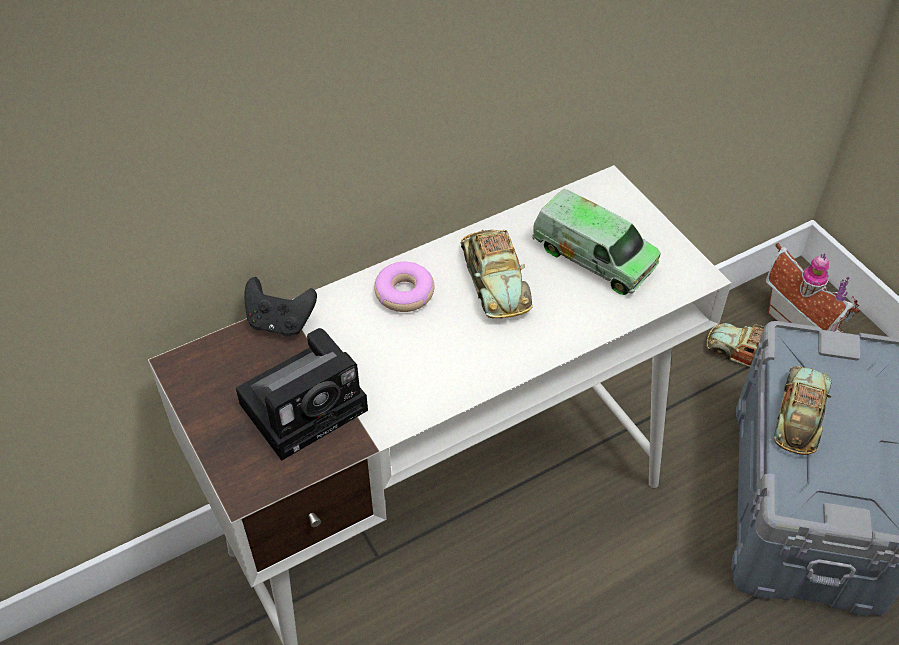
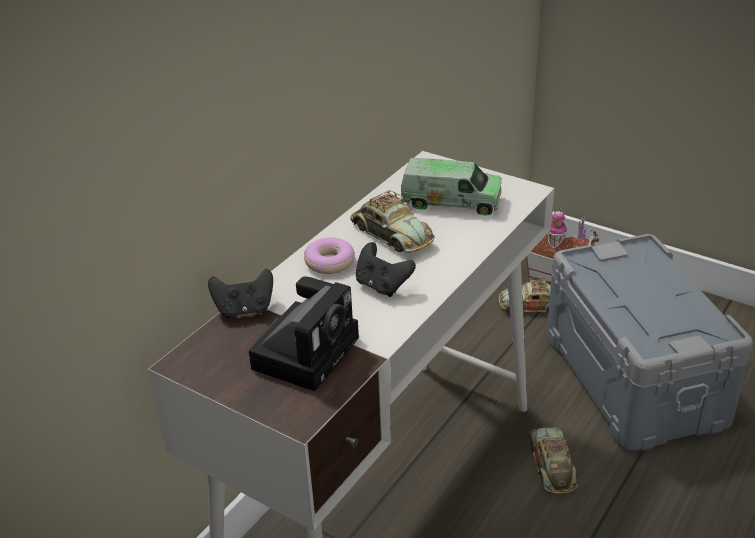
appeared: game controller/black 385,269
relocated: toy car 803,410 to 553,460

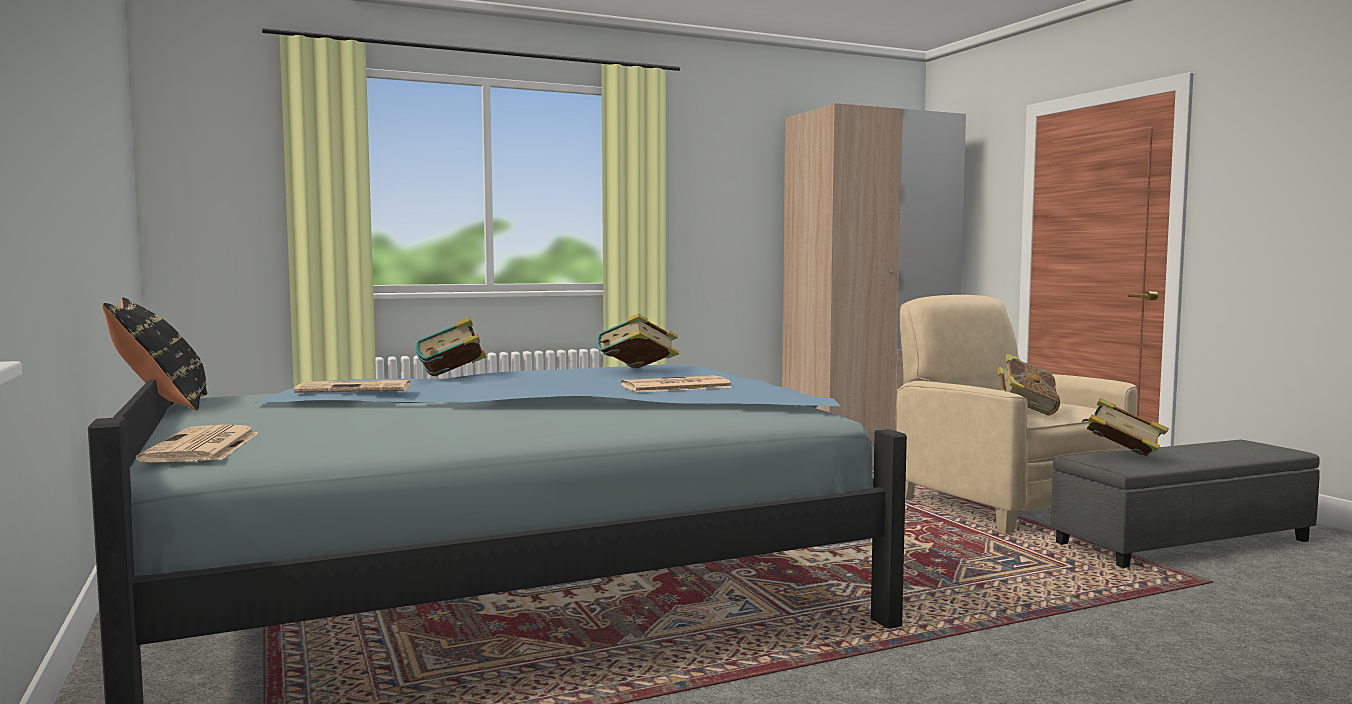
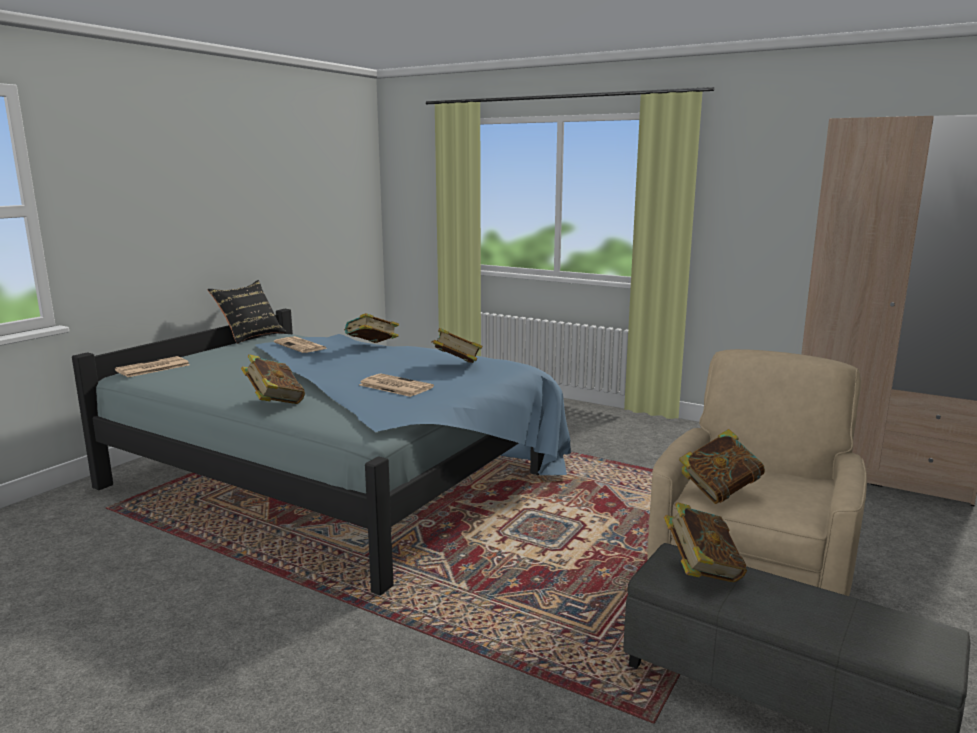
appeared: book 273,379

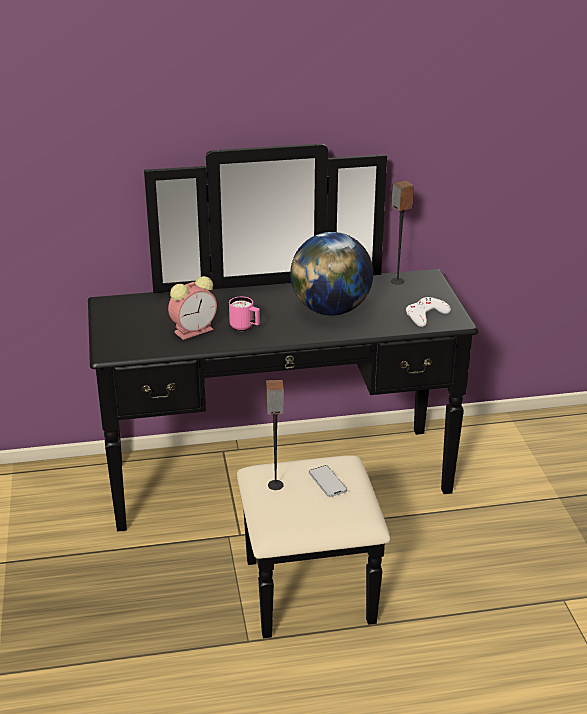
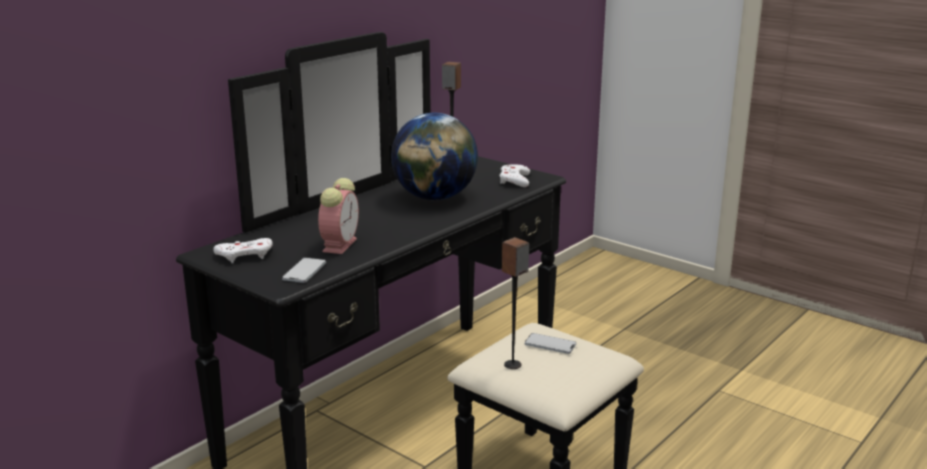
missing: mug/pink 244,314
appeared: game controller/white 243,250; phone 304,270

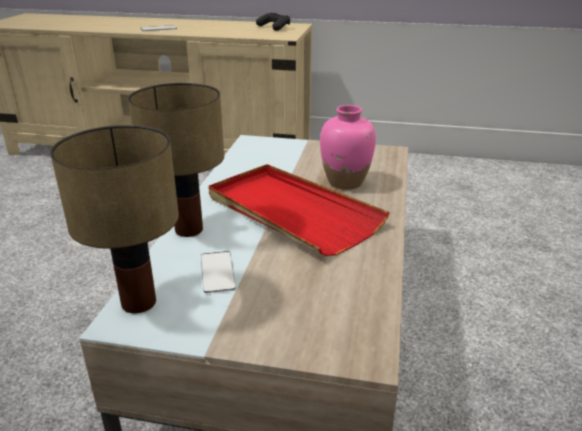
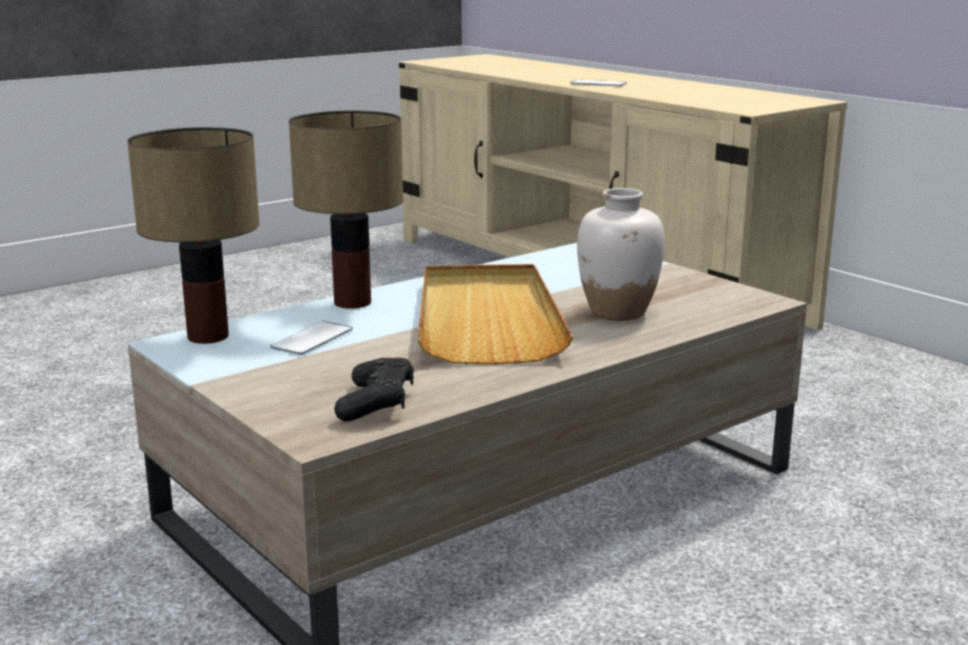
relocated: game controller/black 273,22 to 374,390
colour: vase/pink 348,147 to vase/white 621,254; tray/red 299,210 to tray/beige 495,314

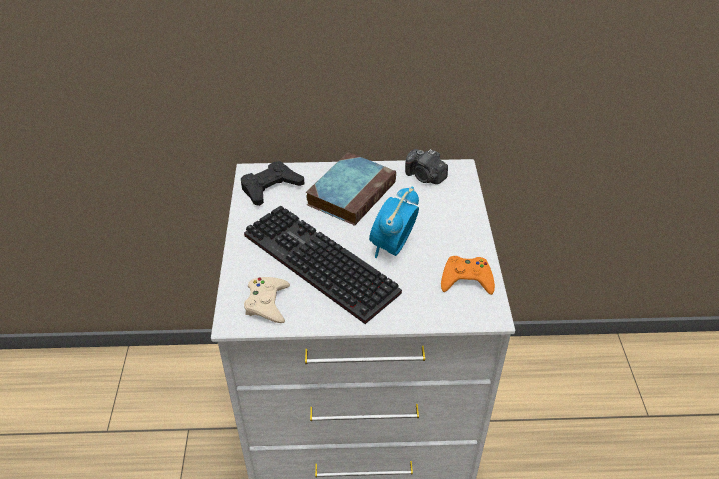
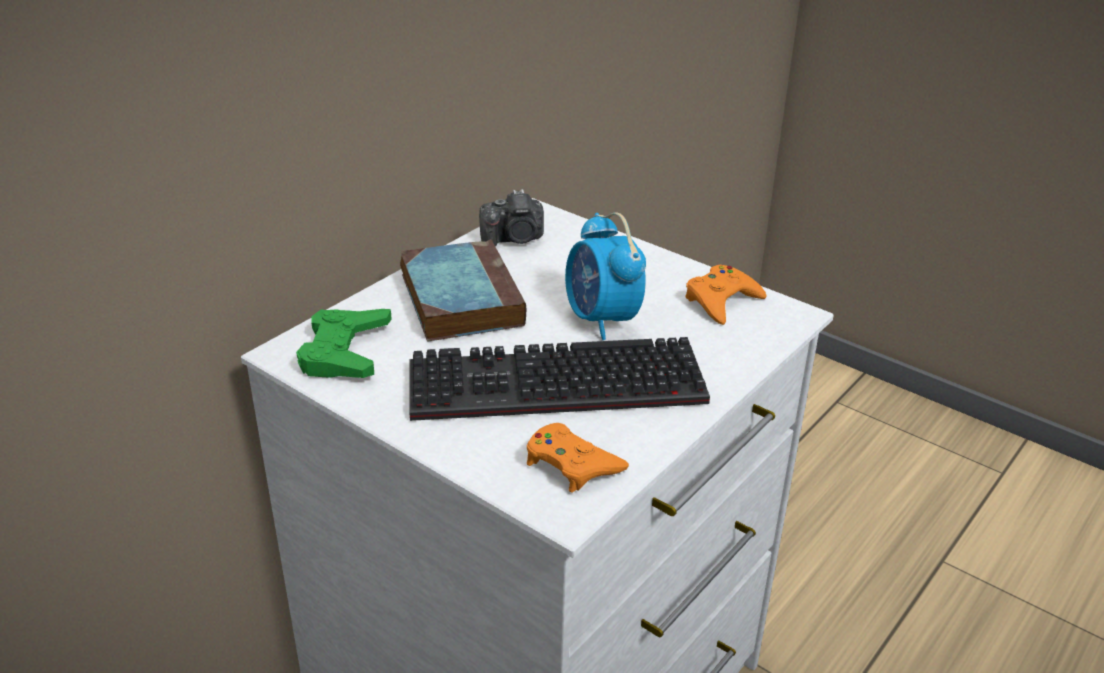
colour: game controller/black 273,183 to game controller/green 344,343; game controller/beige 267,300 to game controller/orange 578,458

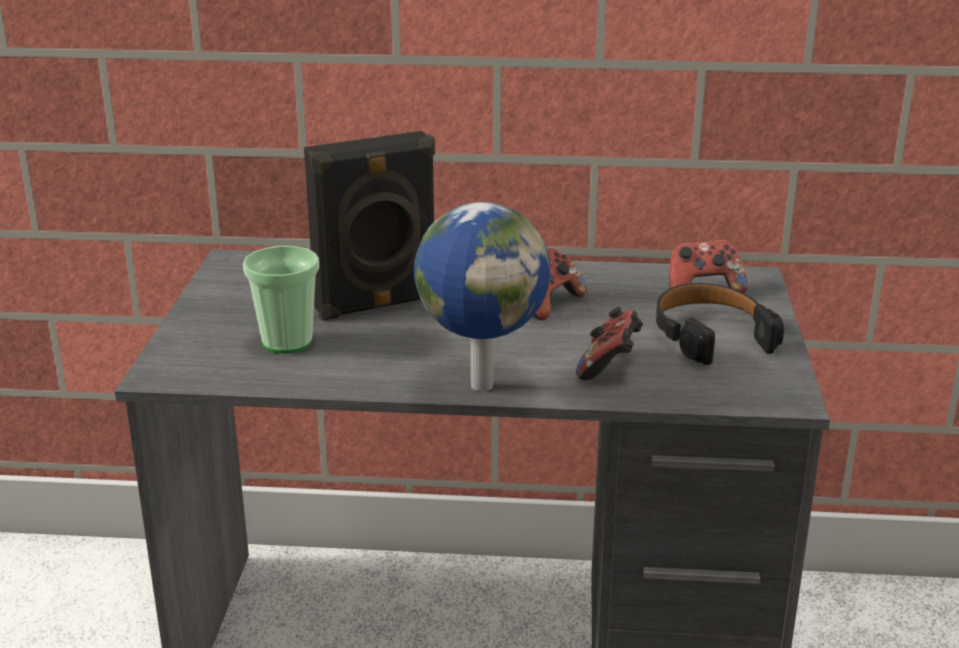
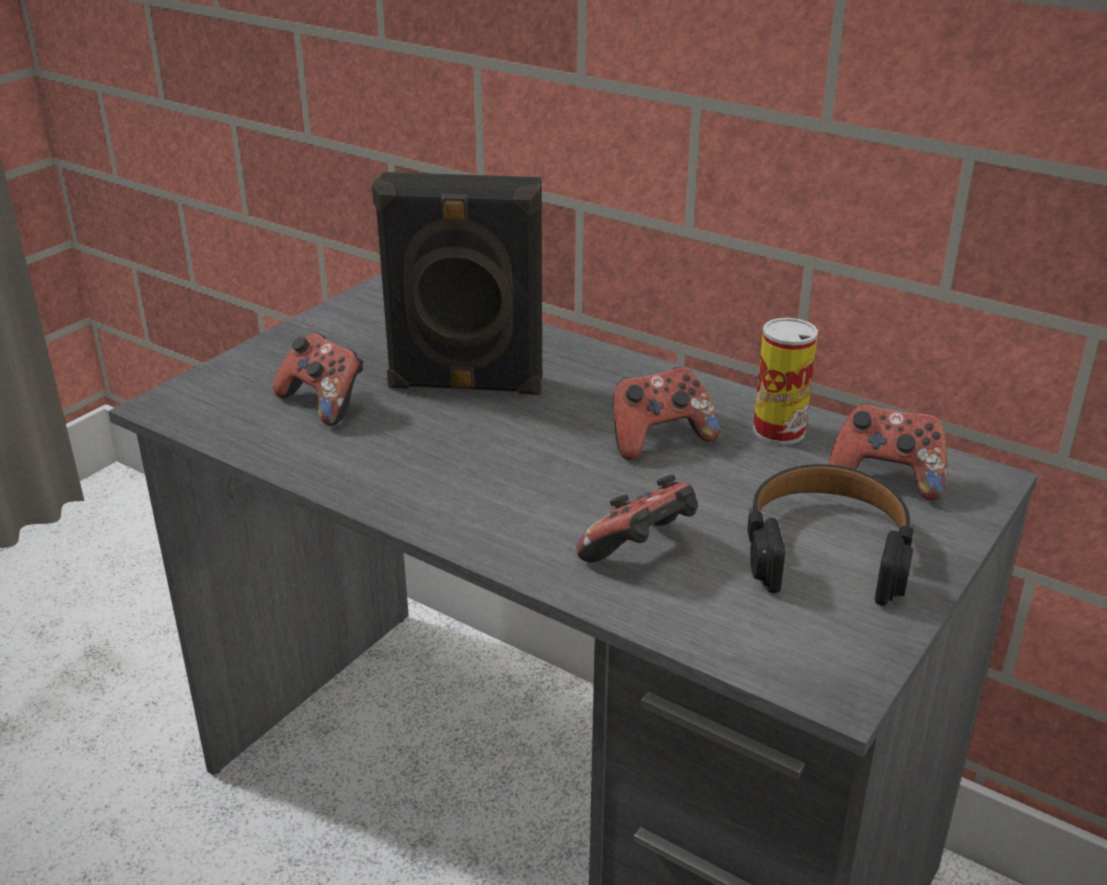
missing: globe 482,296
appeared: can 785,381
exchanged: cup 281,300 to game controller 318,379

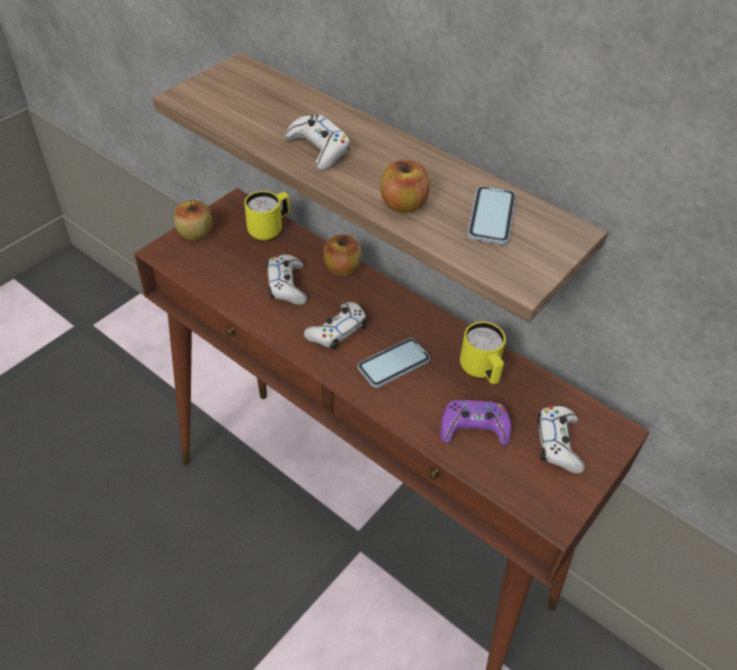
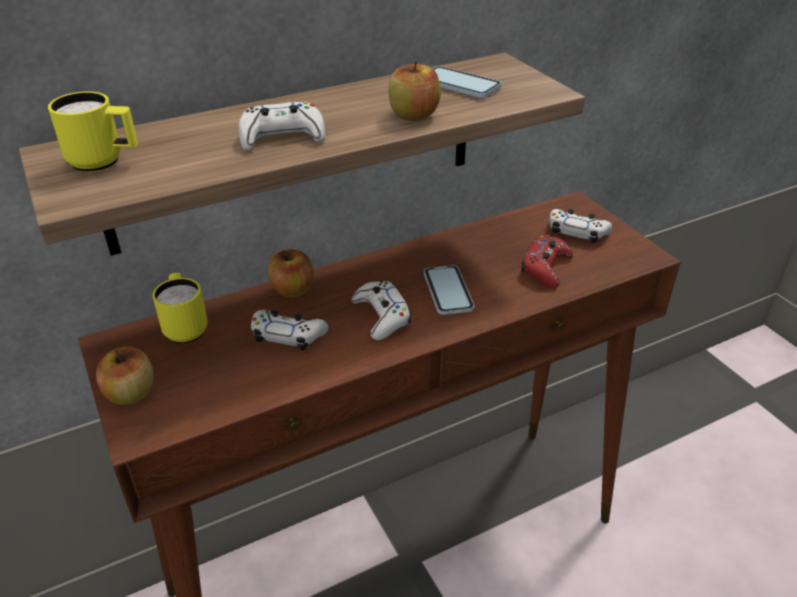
relocated: mug/yellow 483,353 to 93,131
colour: game controller/purple 475,423 to game controller/red 547,262

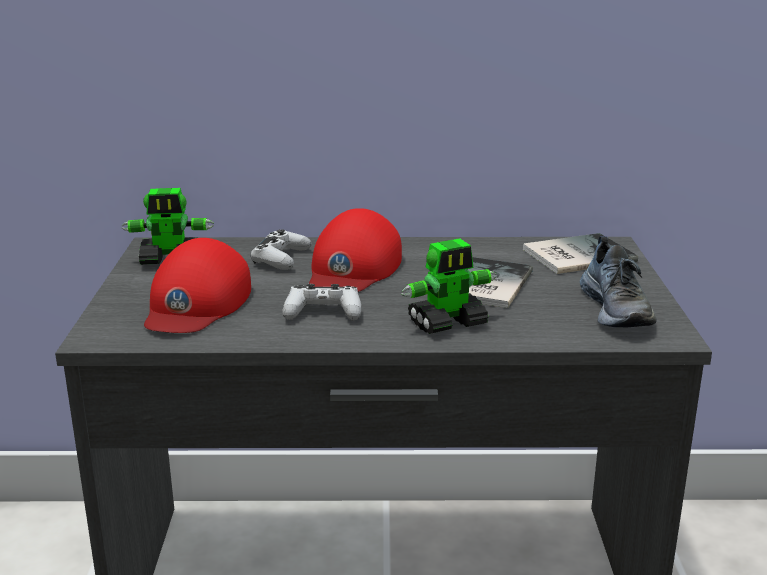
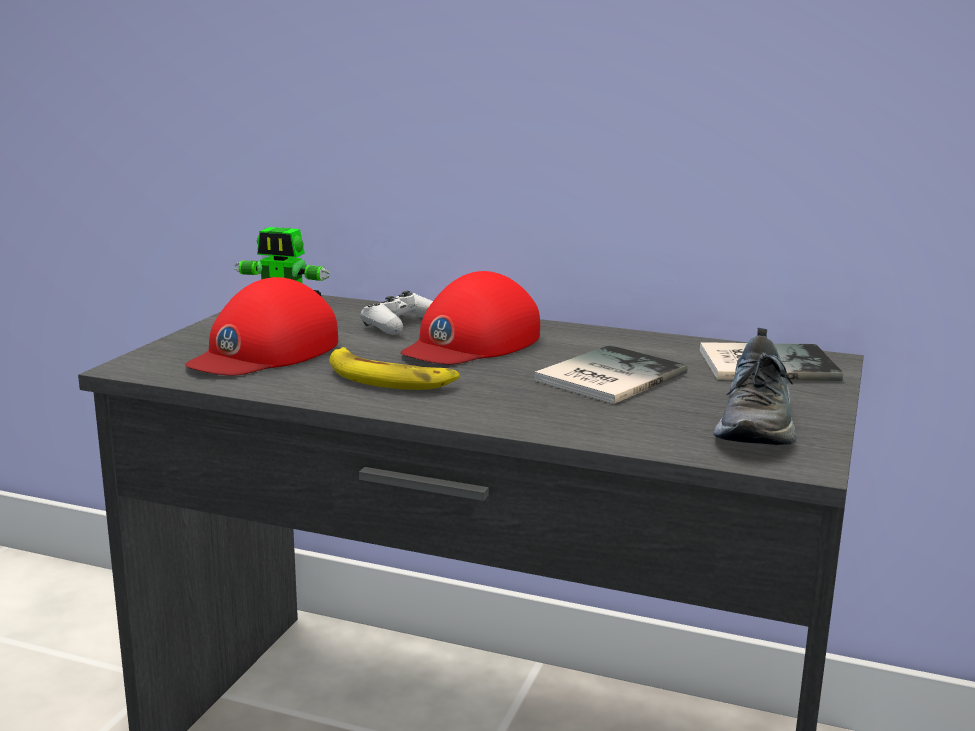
missing: toy robot 449,286
exchanged: game controller/white 321,302 to banana 394,368

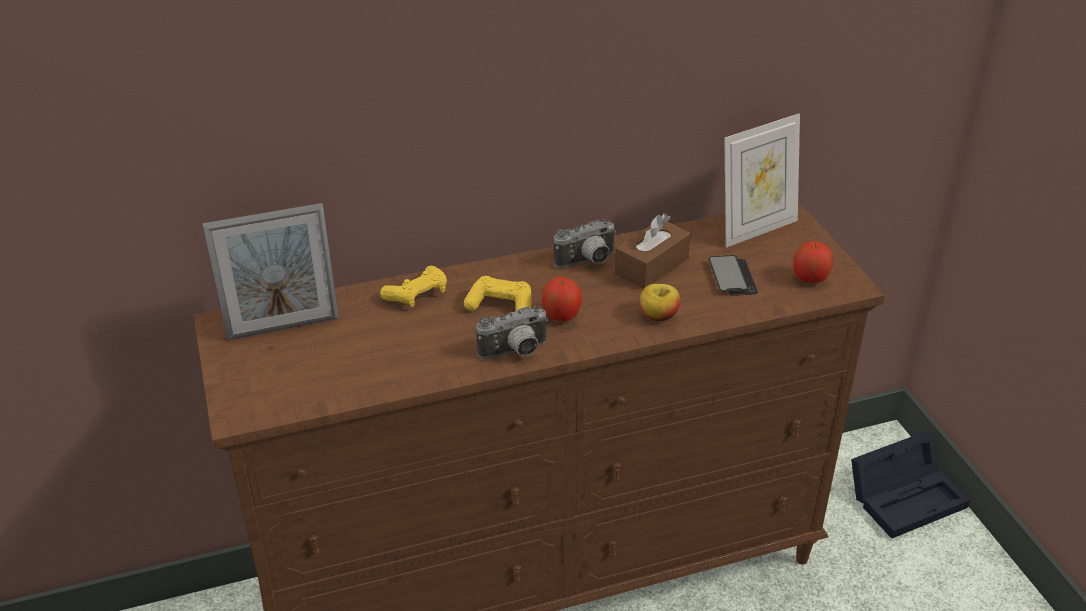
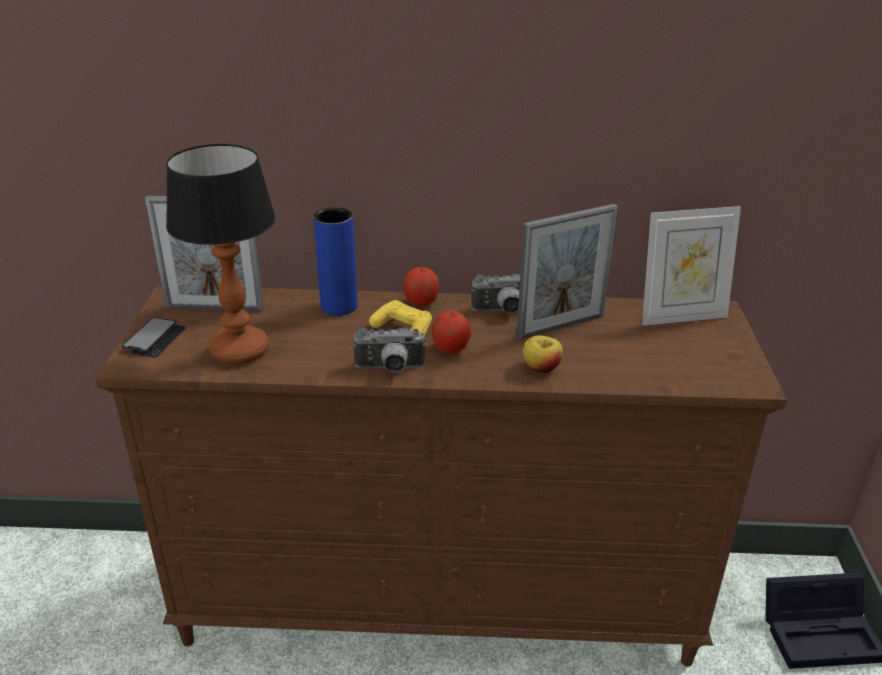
appeared: table lamp 220,254
relocated: apple 813,262 to 421,286; phone 733,275 to 154,337
exchanged: tissue box/brown 653,251 to picture frame 567,272; game controller/yellow 413,286 to vase/blue 335,262

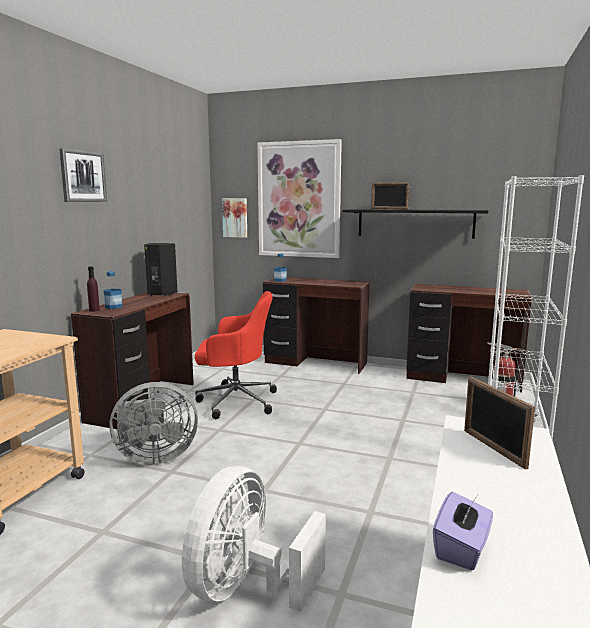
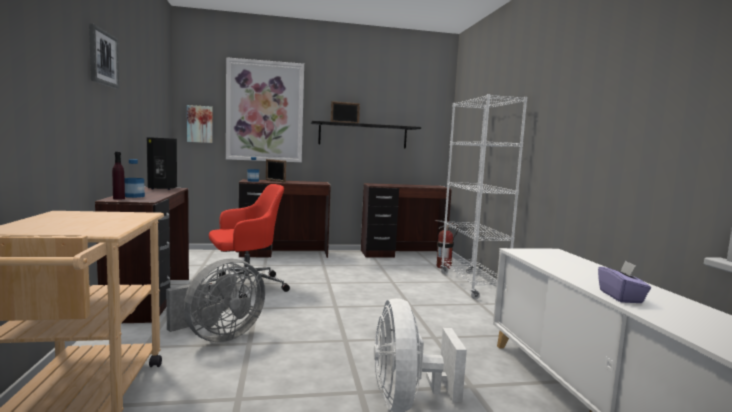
relocated: picture frame 499,423 to 276,171

